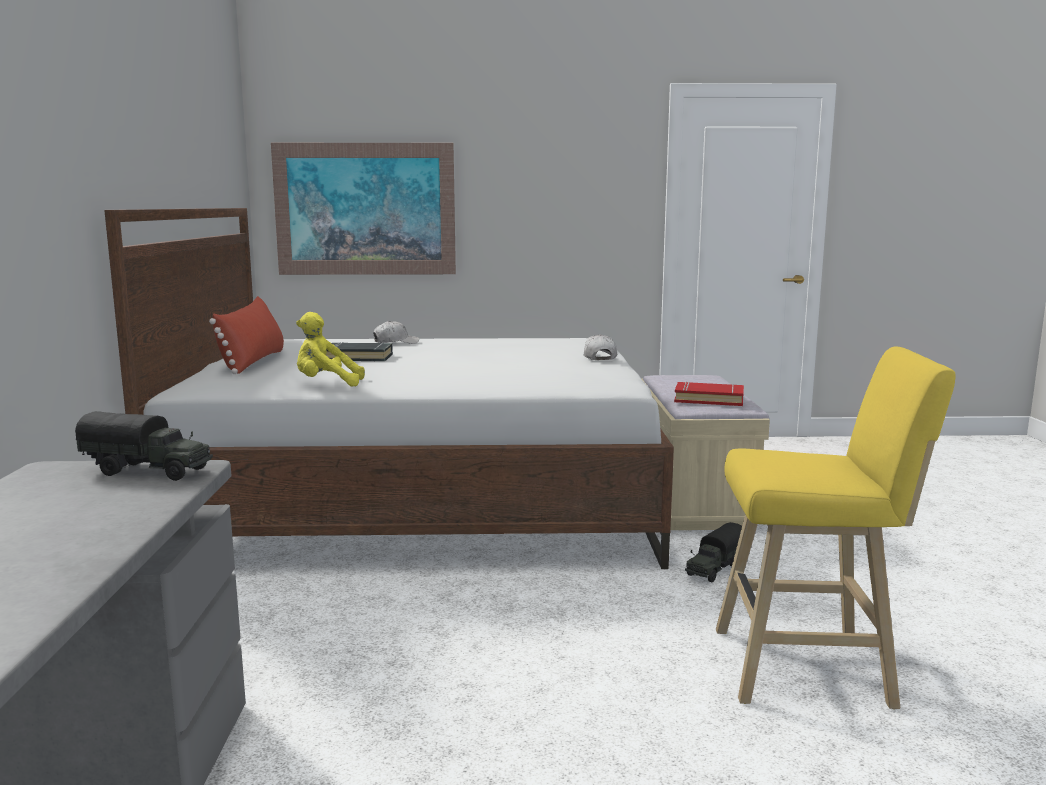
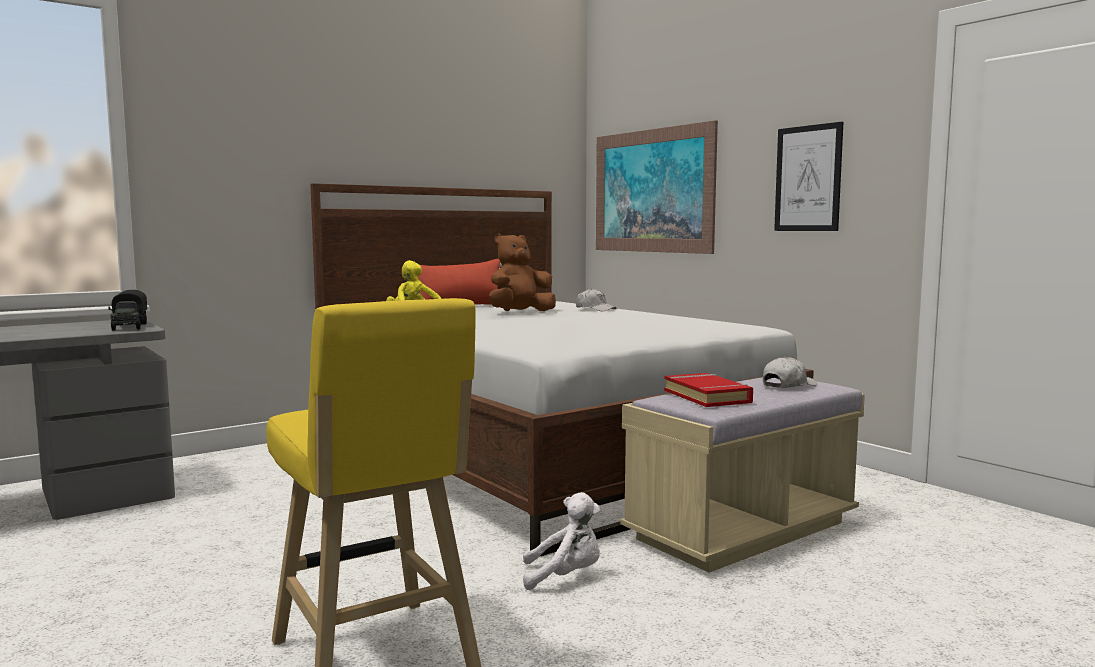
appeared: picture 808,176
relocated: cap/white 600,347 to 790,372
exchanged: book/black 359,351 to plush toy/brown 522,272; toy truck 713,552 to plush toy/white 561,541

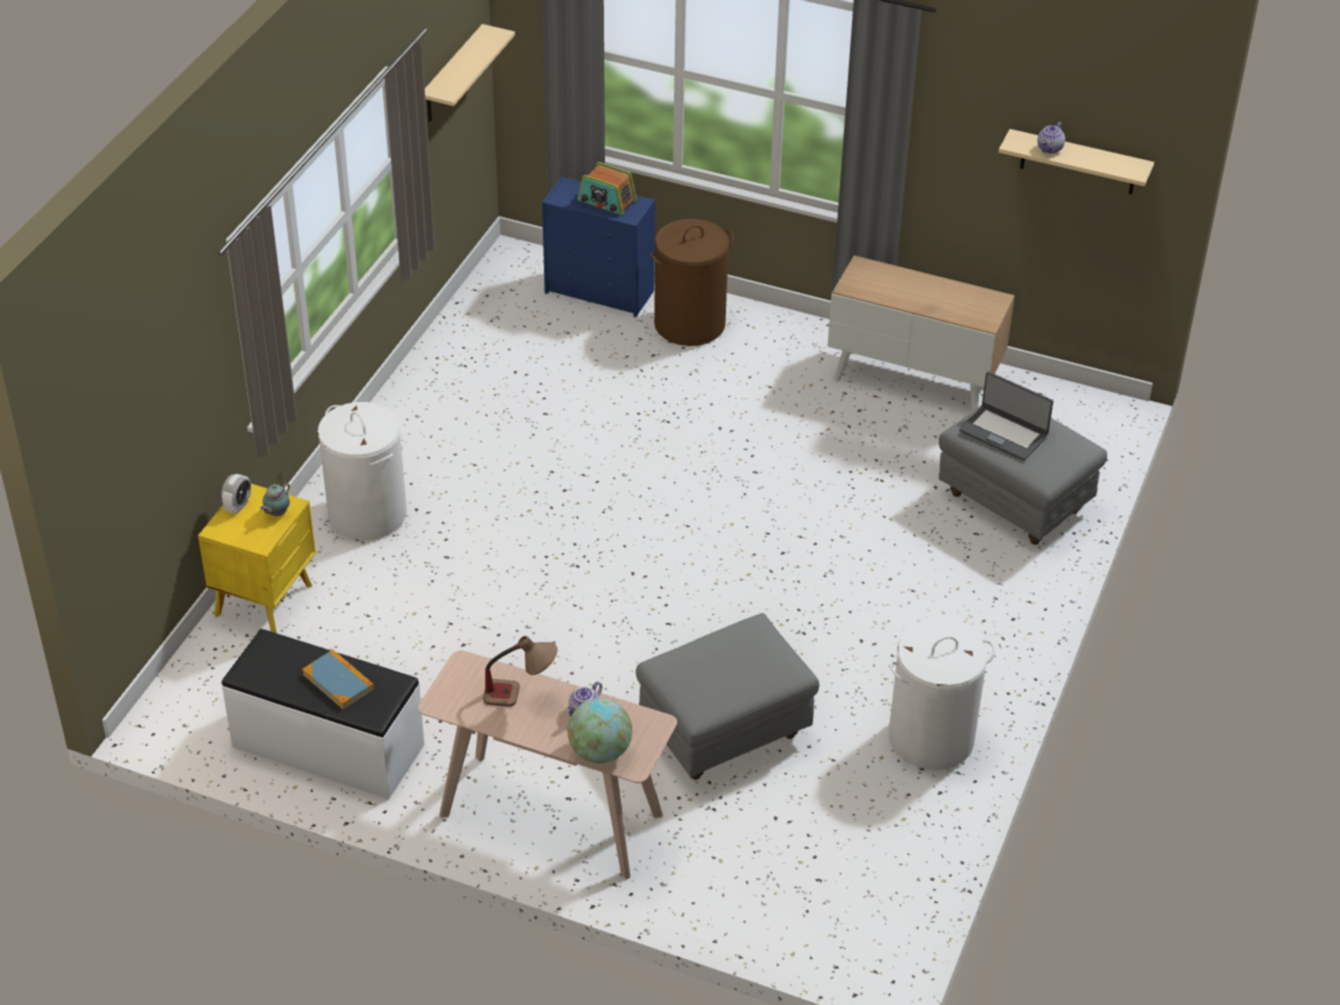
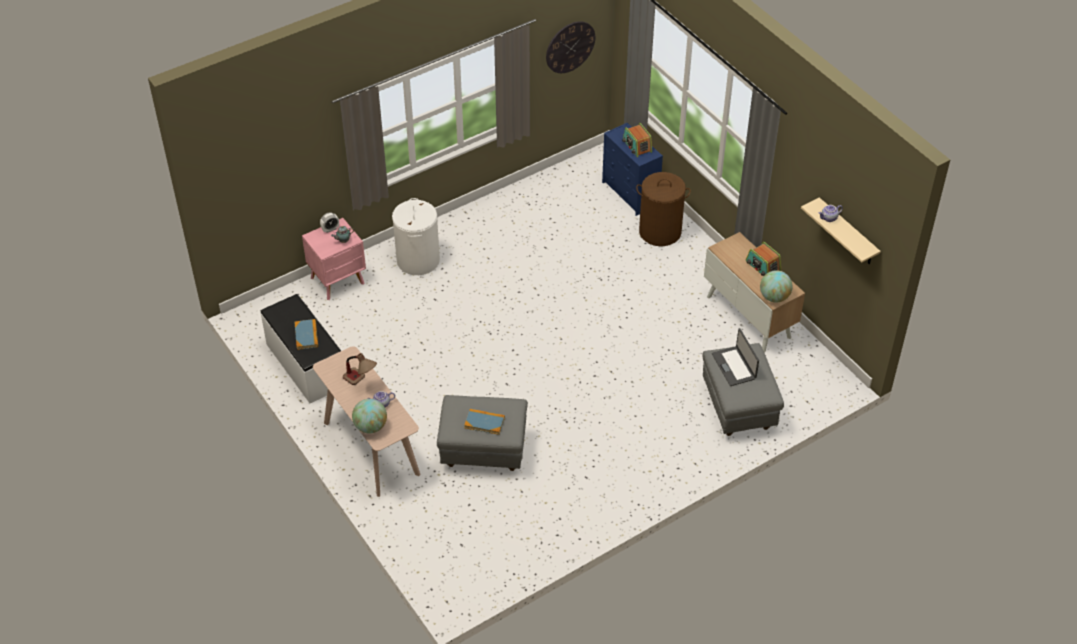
missing: laundry basket/white 942,695
appeared: radio 763,259; globe 776,286; book 484,422
exchanged: shelf/beige 470,73 to wall clock 570,47
colour: nightstand/yellow 257,558 to nightstand/pink 334,259

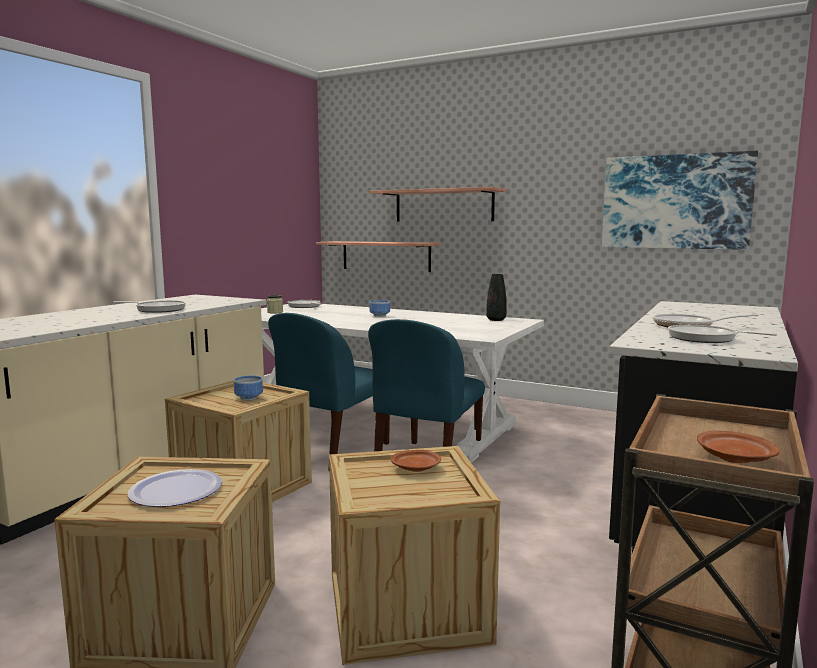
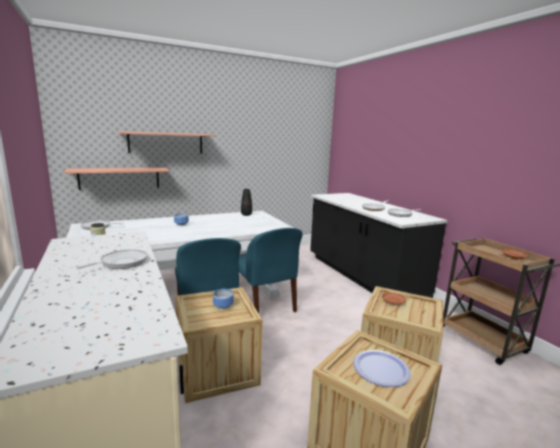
missing: picture 680,200

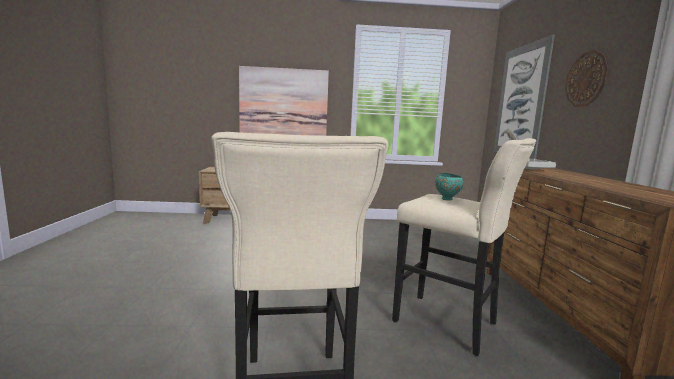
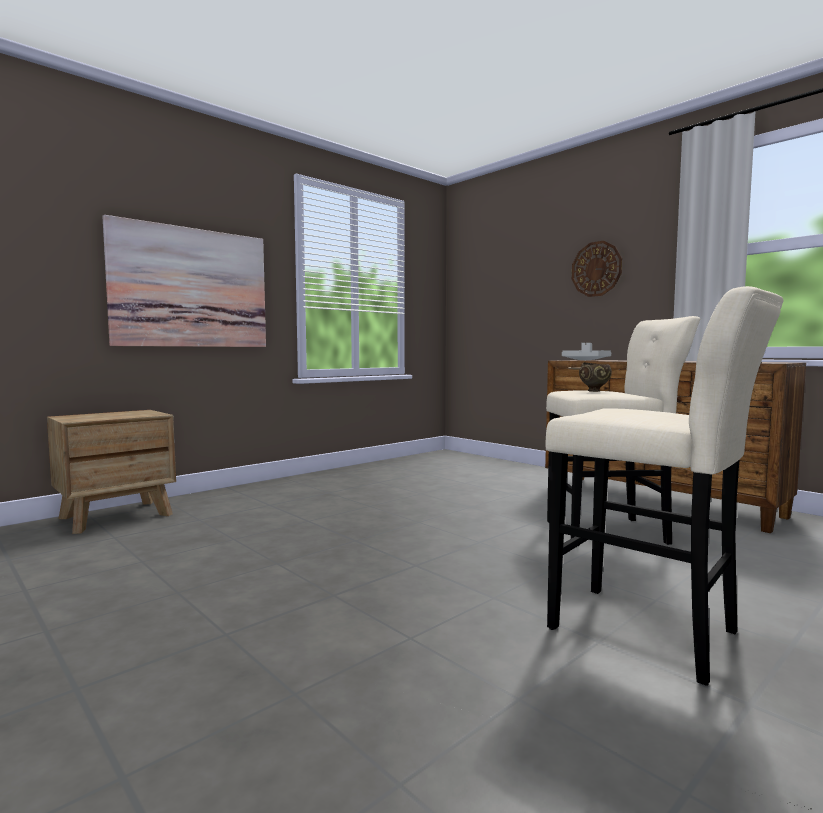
missing: picture 524,97
colour: bowl/turquoise 449,187 to bowl/brown 595,377

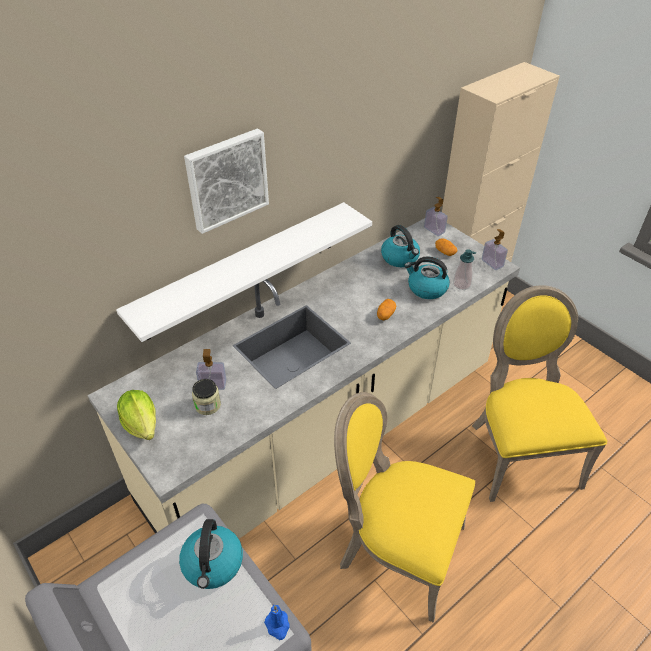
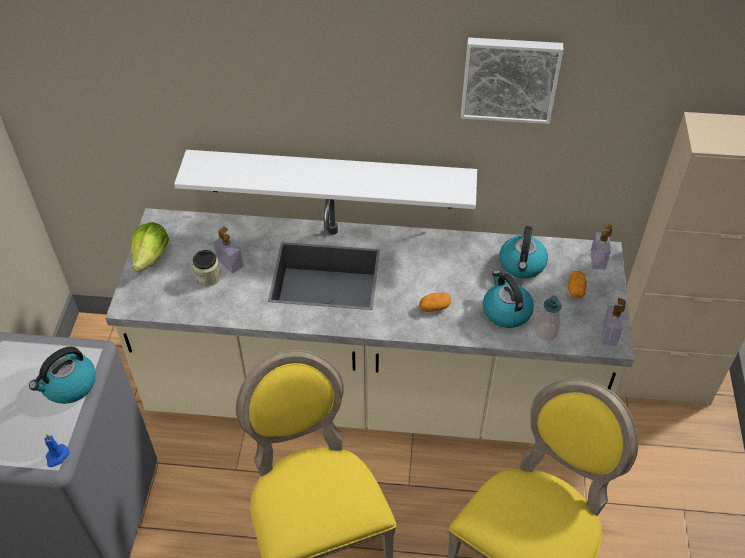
relocated: picture 226,181 to 512,80

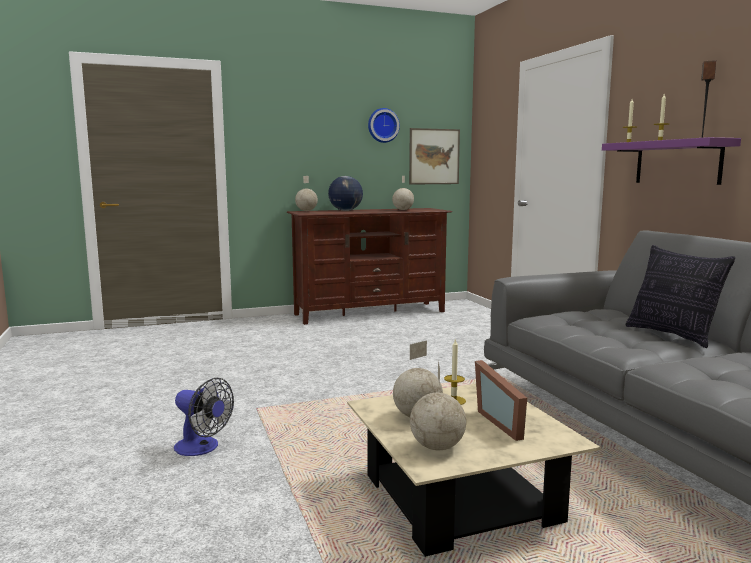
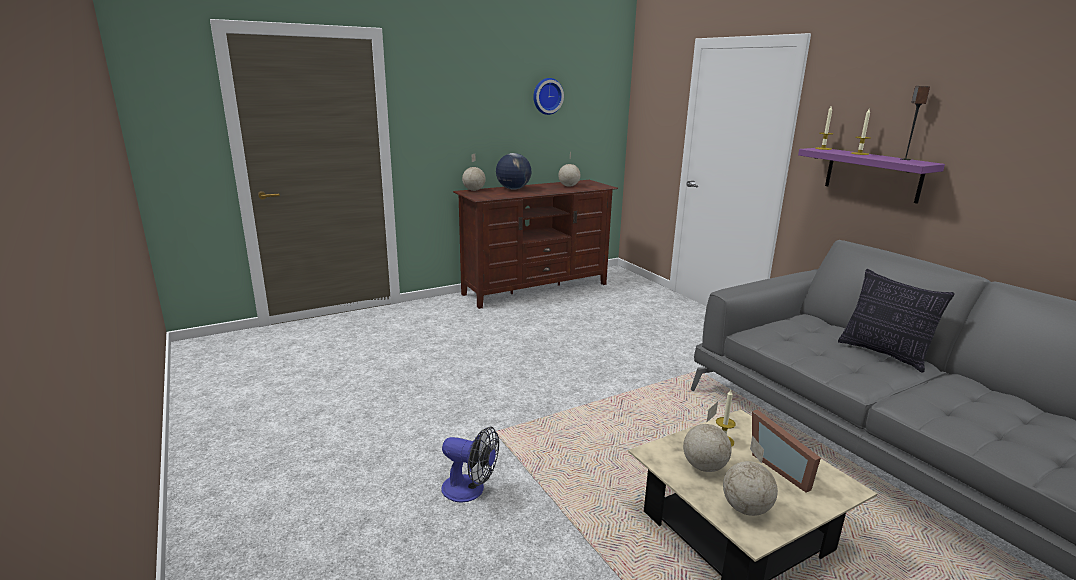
missing: picture 434,156

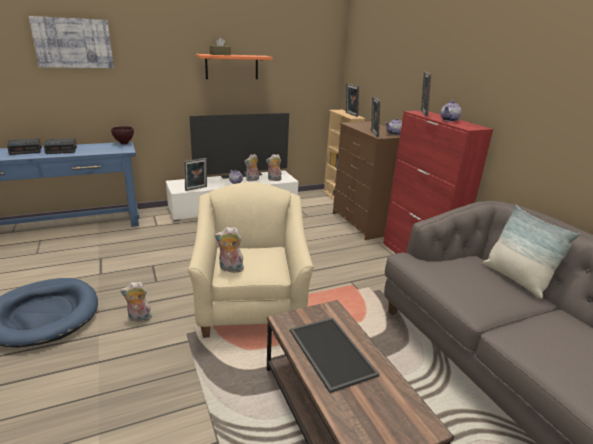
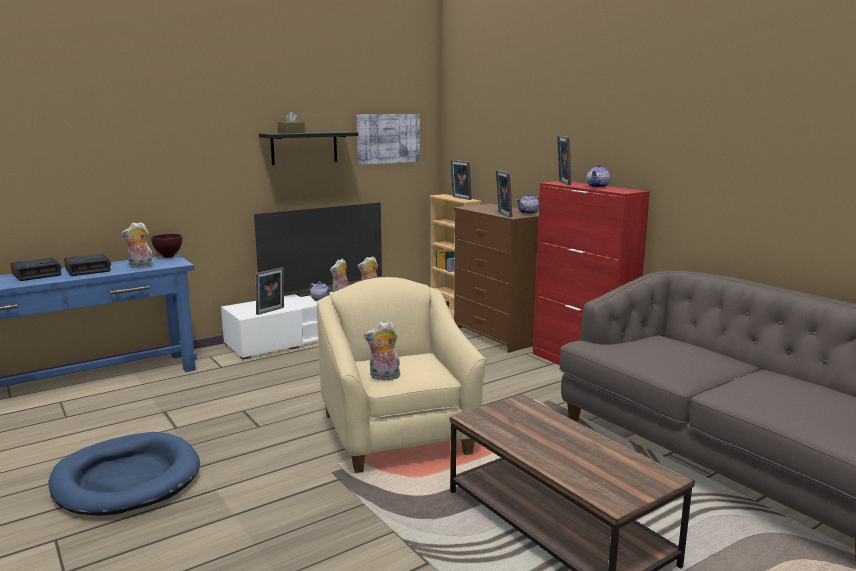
missing: pillow 531,252; tray 334,355
relocated: picture 71,42 to 388,139; plush toy 136,302 to 137,245
colour: shelf/orange 234,66 to shelf/black 309,148

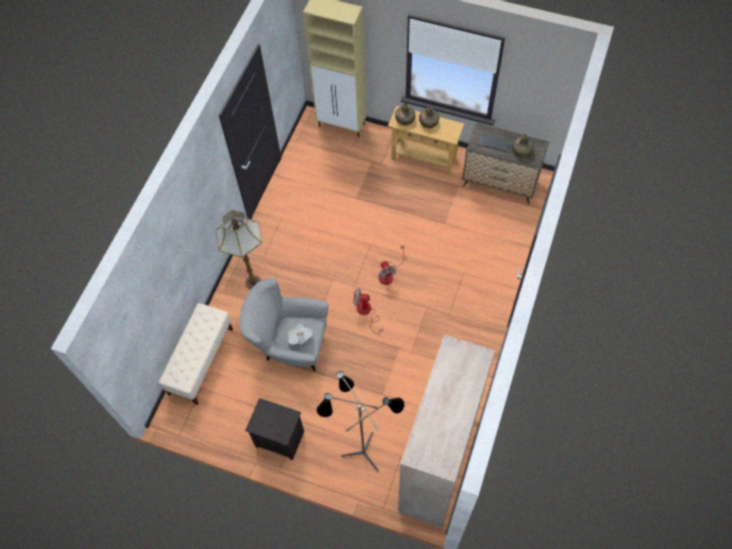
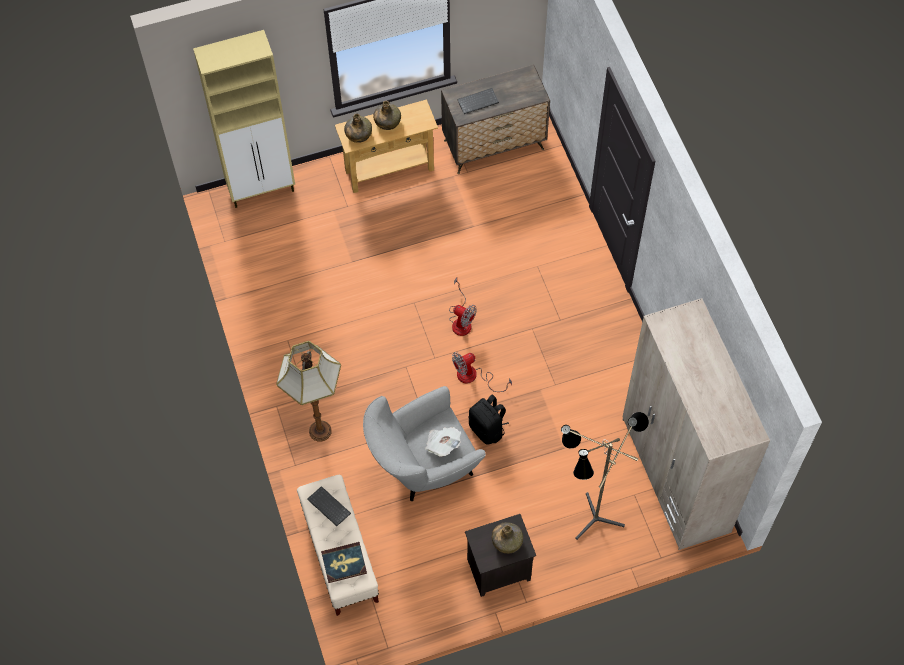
appeared: backpack/black 488,419; keyboard 329,506; book 344,562
relocated: bottle/green 523,146 to 507,538

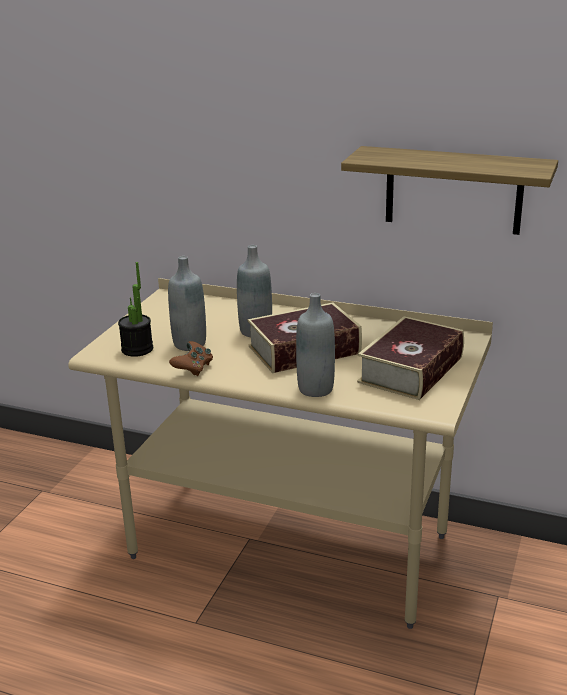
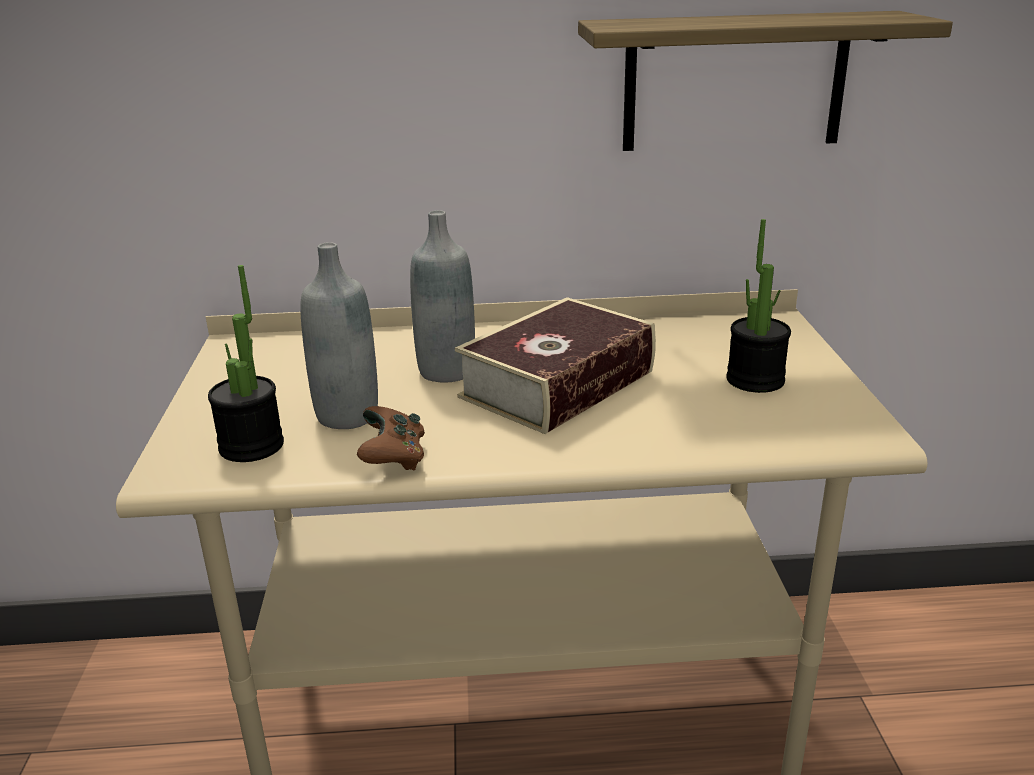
missing: bottle/grey 315,345
exchanged: book 410,358 to potted plant 758,306

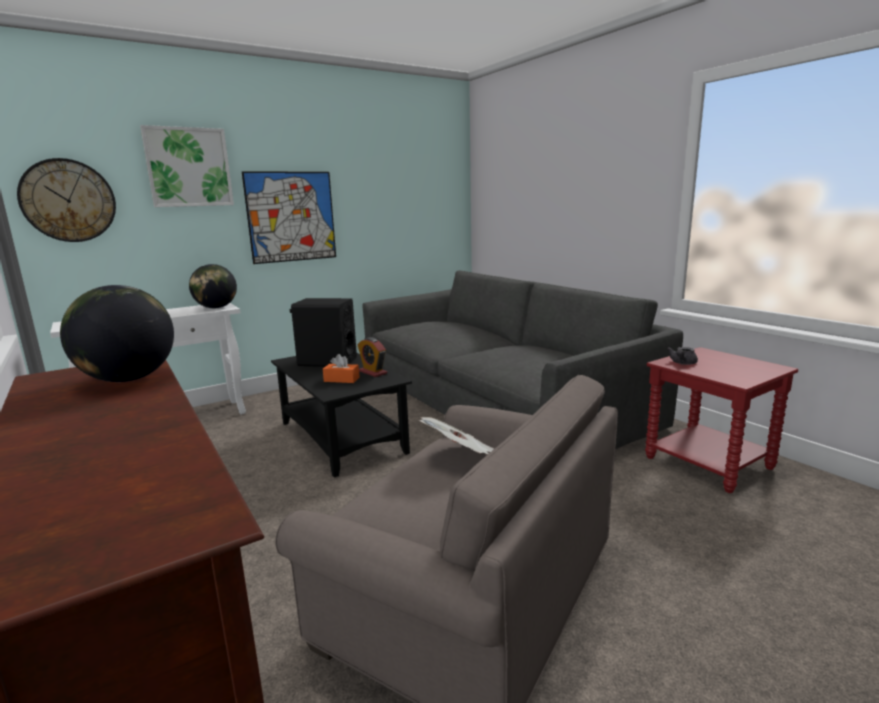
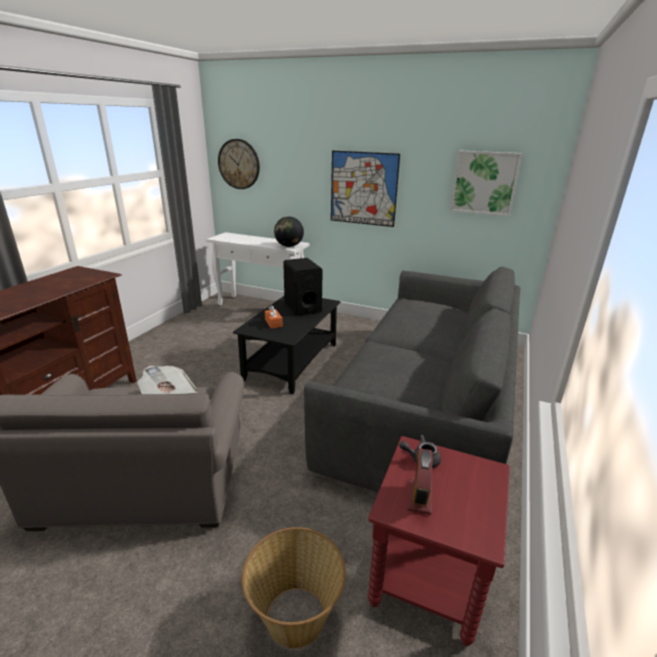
missing: globe 117,333
appeared: basket 294,588
relocated: picture 187,166 to 486,183; alarm clock 372,357 to 419,481

